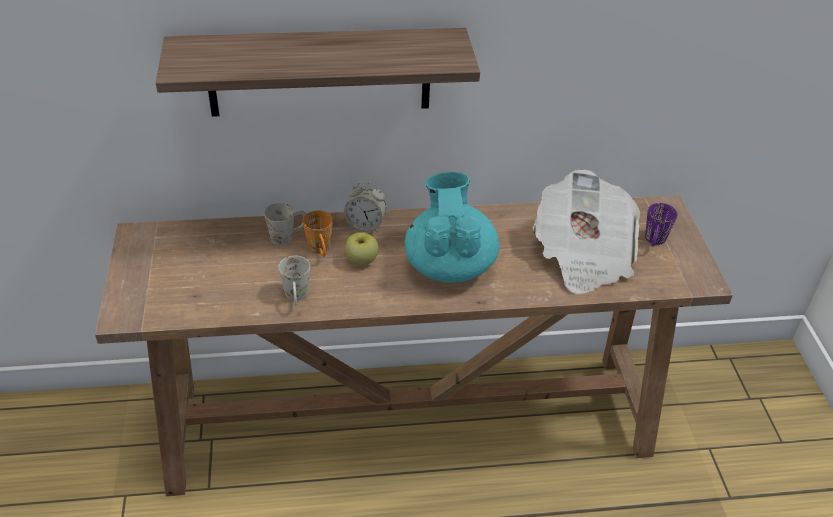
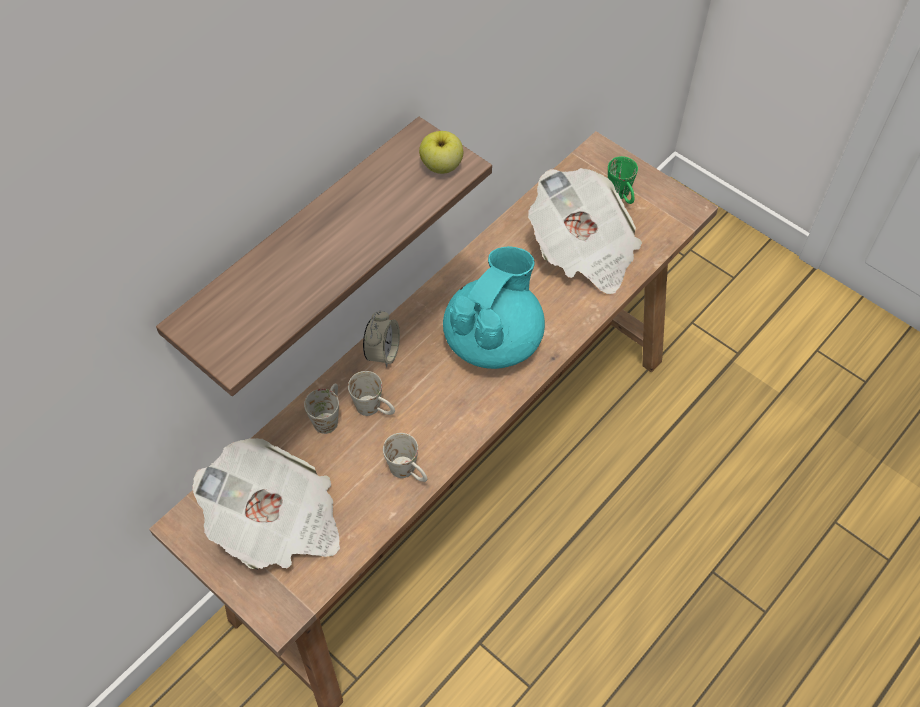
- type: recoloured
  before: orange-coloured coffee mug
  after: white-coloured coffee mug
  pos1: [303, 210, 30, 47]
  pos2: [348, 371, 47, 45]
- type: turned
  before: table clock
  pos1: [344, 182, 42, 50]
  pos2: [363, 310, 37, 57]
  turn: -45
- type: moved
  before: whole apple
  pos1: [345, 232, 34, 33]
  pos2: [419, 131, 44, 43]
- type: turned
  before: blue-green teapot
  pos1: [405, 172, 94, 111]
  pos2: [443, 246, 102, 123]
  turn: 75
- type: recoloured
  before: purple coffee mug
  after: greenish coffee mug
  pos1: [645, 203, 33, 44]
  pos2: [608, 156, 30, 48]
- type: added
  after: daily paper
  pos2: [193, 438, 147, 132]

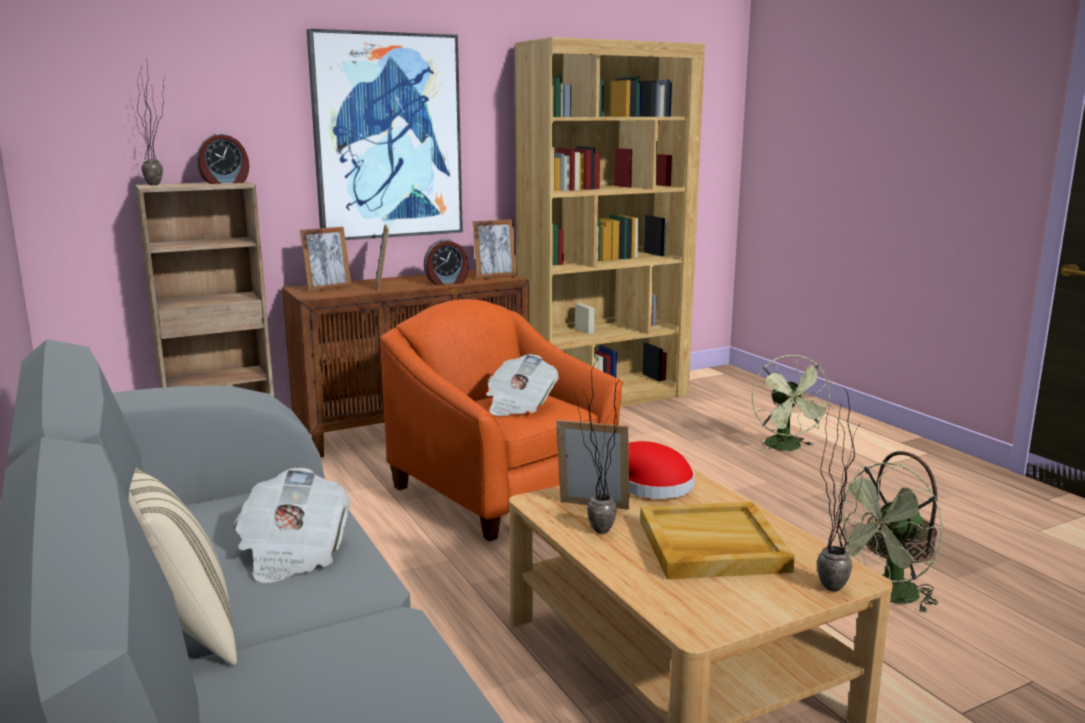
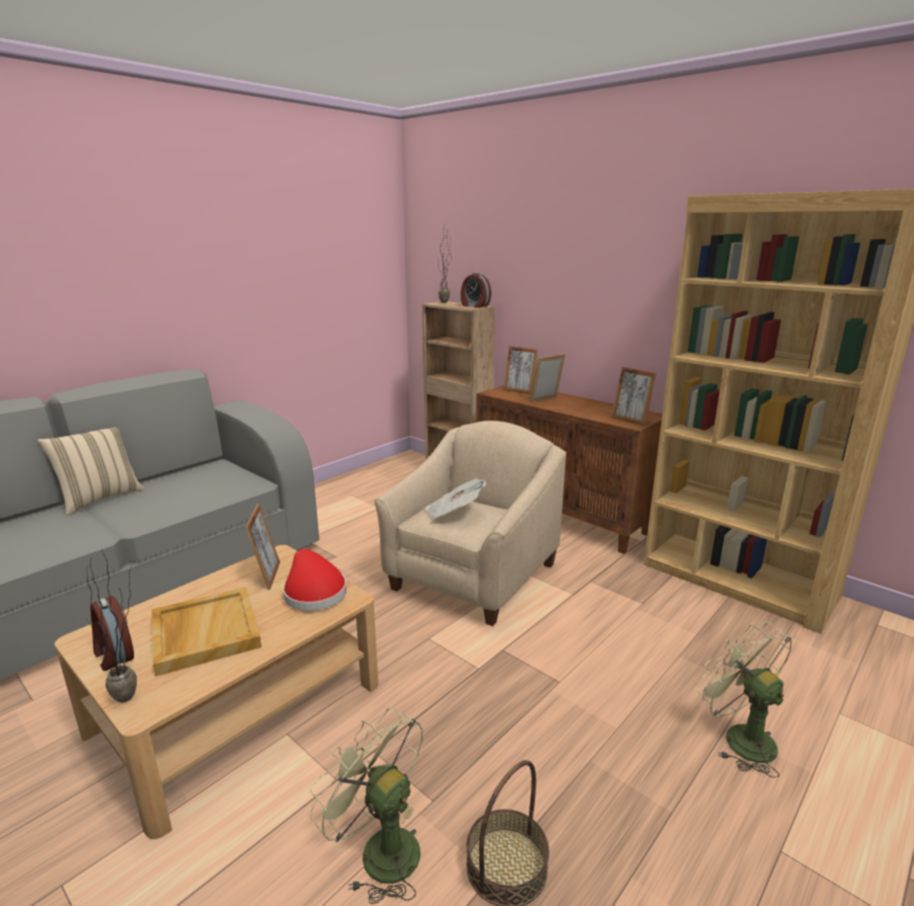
- type: removed
  before: daily paper
  pos1: [234, 468, 117, 115]
- type: removed
  before: wall picture
  pos1: [307, 29, 156, 211]
- type: recoloured
  before: orange-coloured lounge chair
  after: beige-coloured lounge chair
  pos1: [380, 299, 243, 243]
  pos2: [374, 421, 192, 205]
- type: moved
  before: table clock
  pos1: [424, 239, 45, 46]
  pos2: [90, 596, 44, 75]
- type: removed
  before: potted plant
  pos1: [574, 362, 46, 172]
- type: turned
  before: greenish fan
  pos1: [752, 355, 82, 96]
  pos2: [696, 622, 96, 156]
  turn: 90

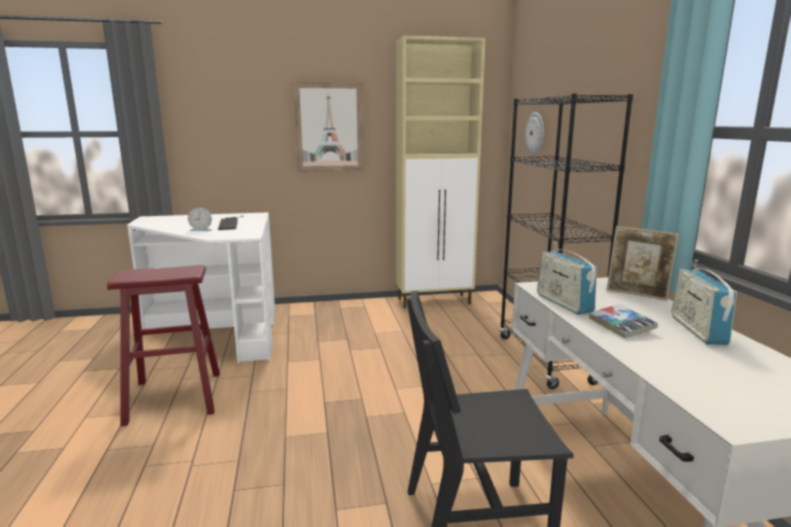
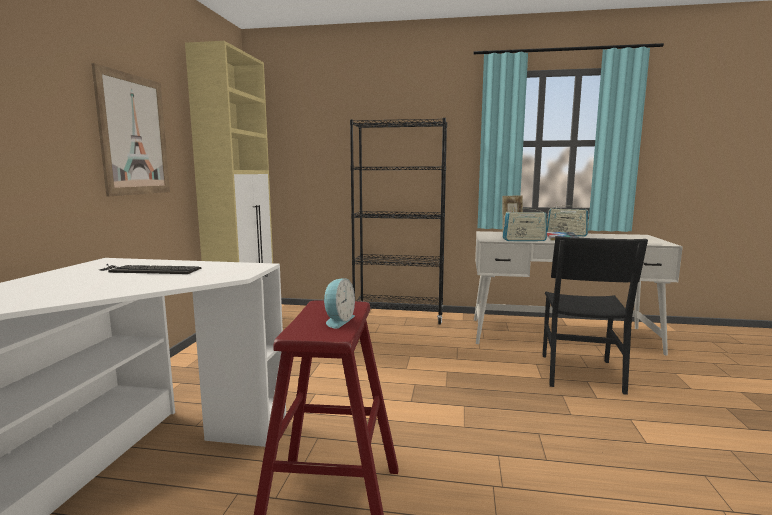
- type: moved
  before: table clock
  pos1: [188, 208, 24, 23]
  pos2: [324, 278, 31, 51]
- type: removed
  before: clock on the wall
  pos1: [525, 112, 19, 42]

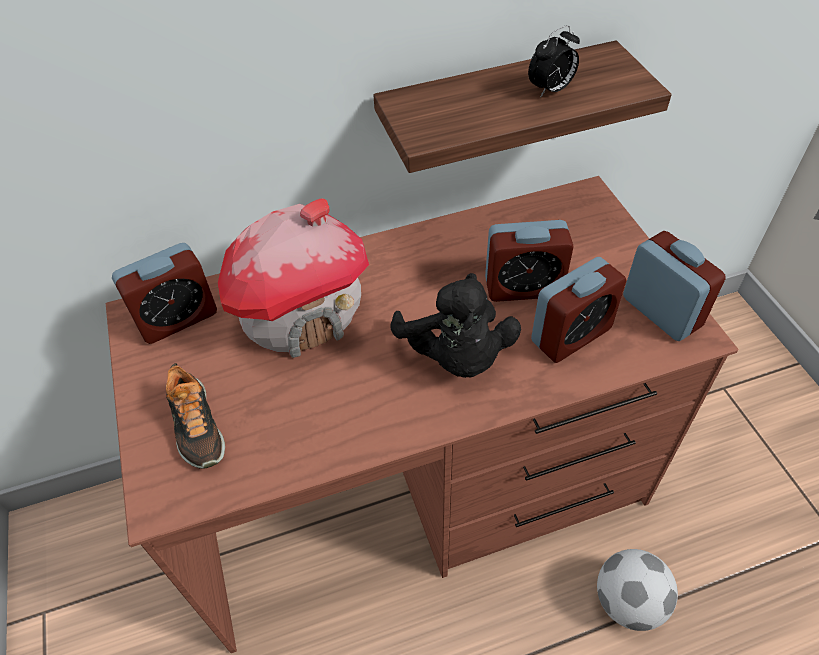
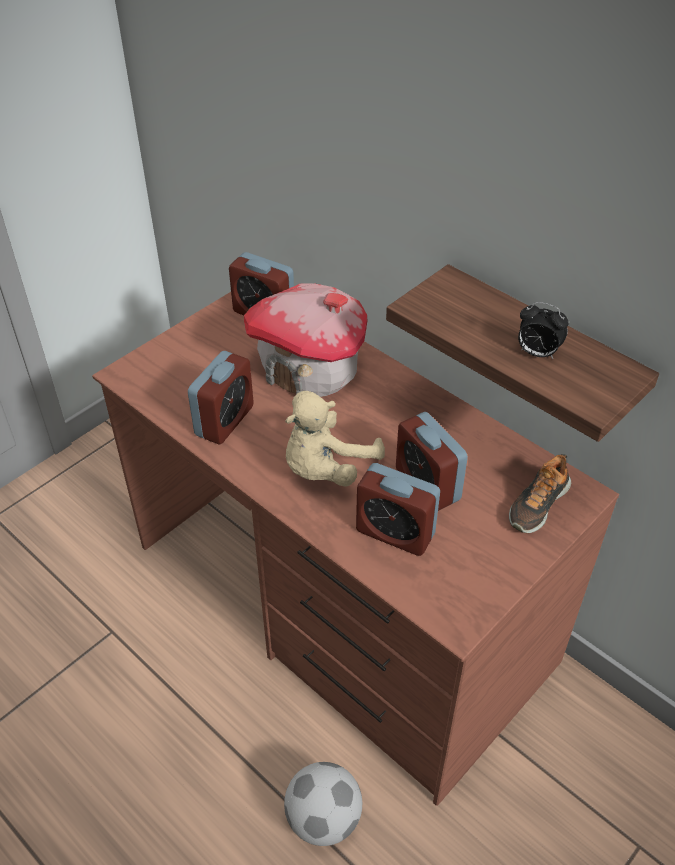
- type: moved
  before: low shoe
  pos1: [166, 363, 59, 106]
  pos2: [509, 454, 62, 79]
- type: recoloured
  before: blackish cuddly toy
  after: beige-coloured cuddly toy
  pos1: [390, 273, 131, 105]
  pos2: [285, 391, 100, 95]
- type: moved
  before: table clock
  pos1: [623, 231, 103, 110]
  pos2: [188, 351, 66, 93]

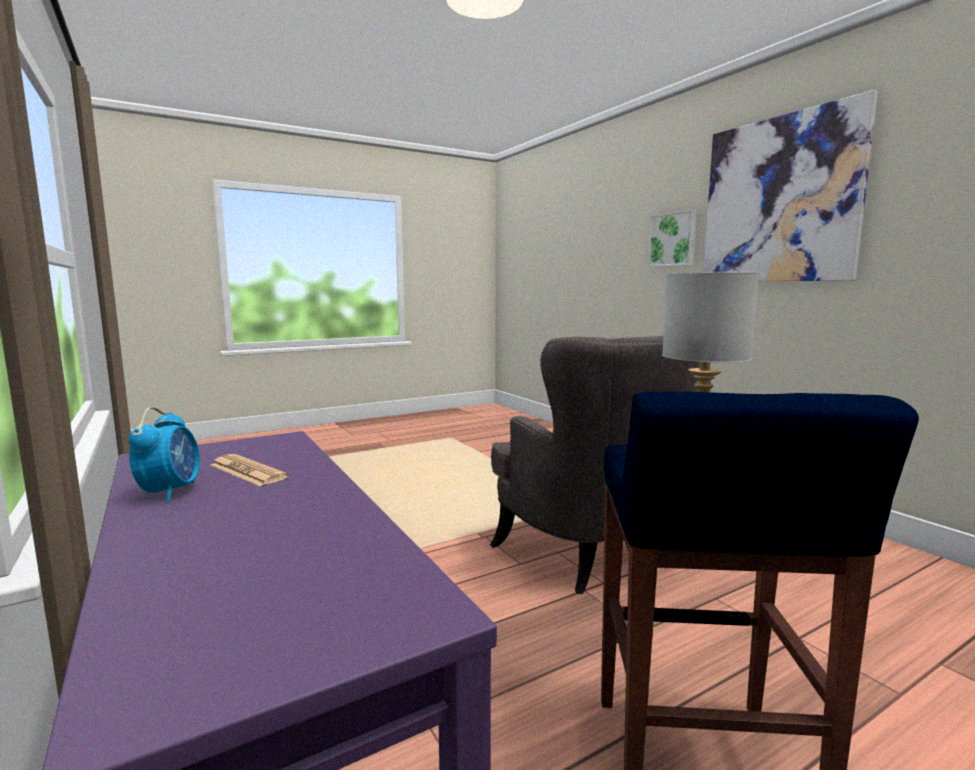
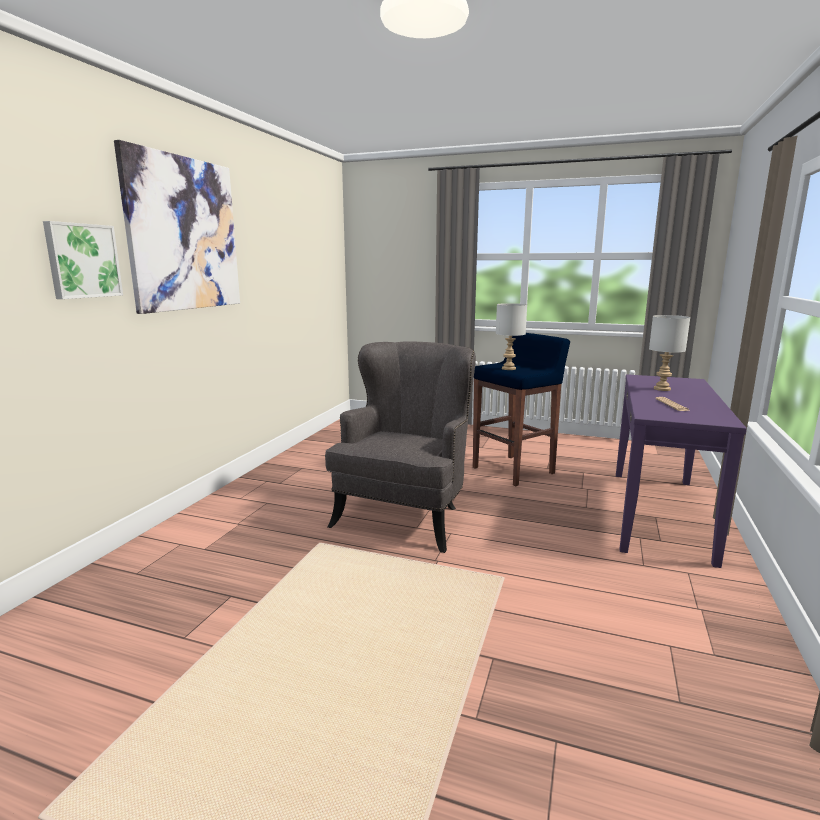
- type: removed
  before: table clock
  pos1: [129, 407, 71, 95]
- type: added
  after: grey lamp for a table
  pos2: [649, 315, 41, 76]

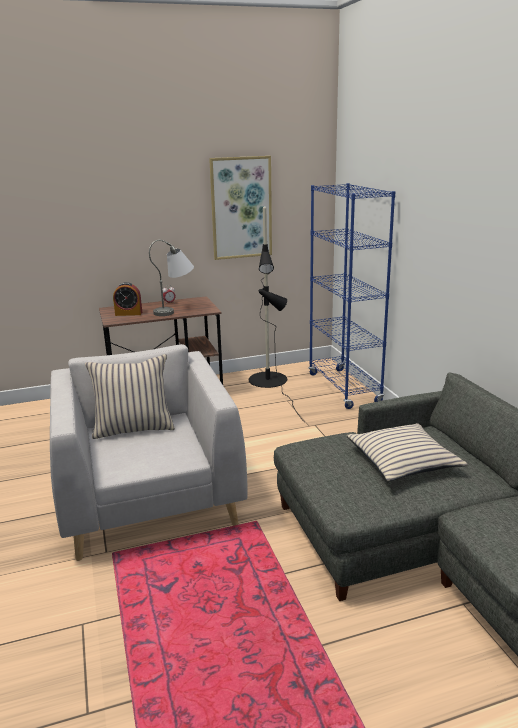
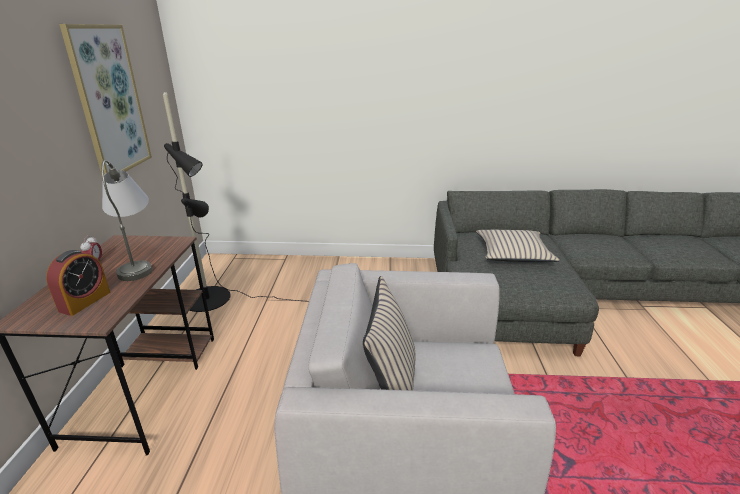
- type: removed
  before: blue-coloured shelving unit
  pos1: [309, 183, 87, 226]

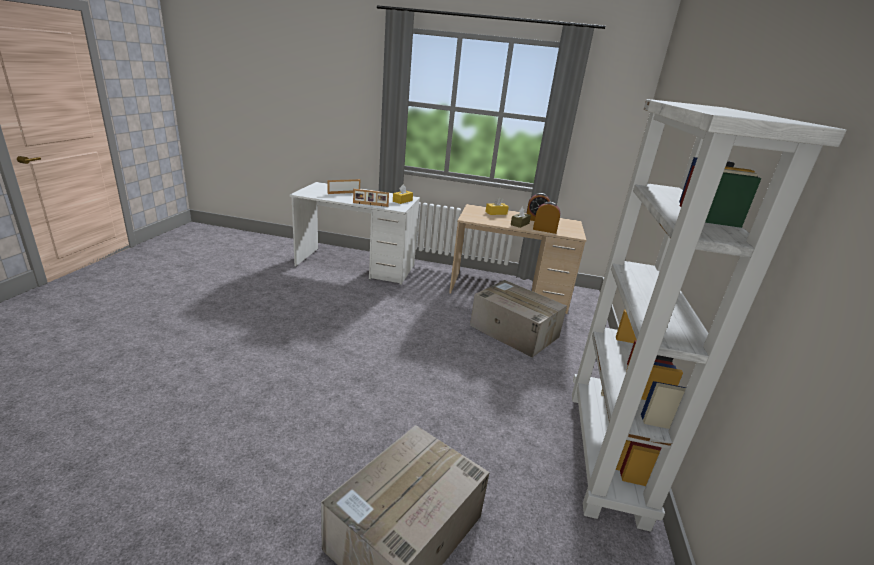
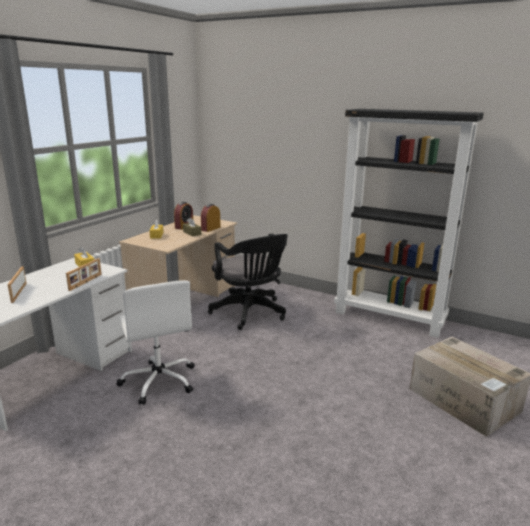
- type: replaced
  before: packing box
  after: blackish computer chair
  pos1: [470, 280, 97, 77]
  pos2: [208, 234, 80, 96]
- type: recoloured
  before: white-coloured shelving unit
  after: blackish shelving unit
  pos1: [572, 99, 275, 433]
  pos2: [334, 109, 150, 229]
- type: added
  after: white-coloured computer chair
  pos2: [116, 280, 79, 125]

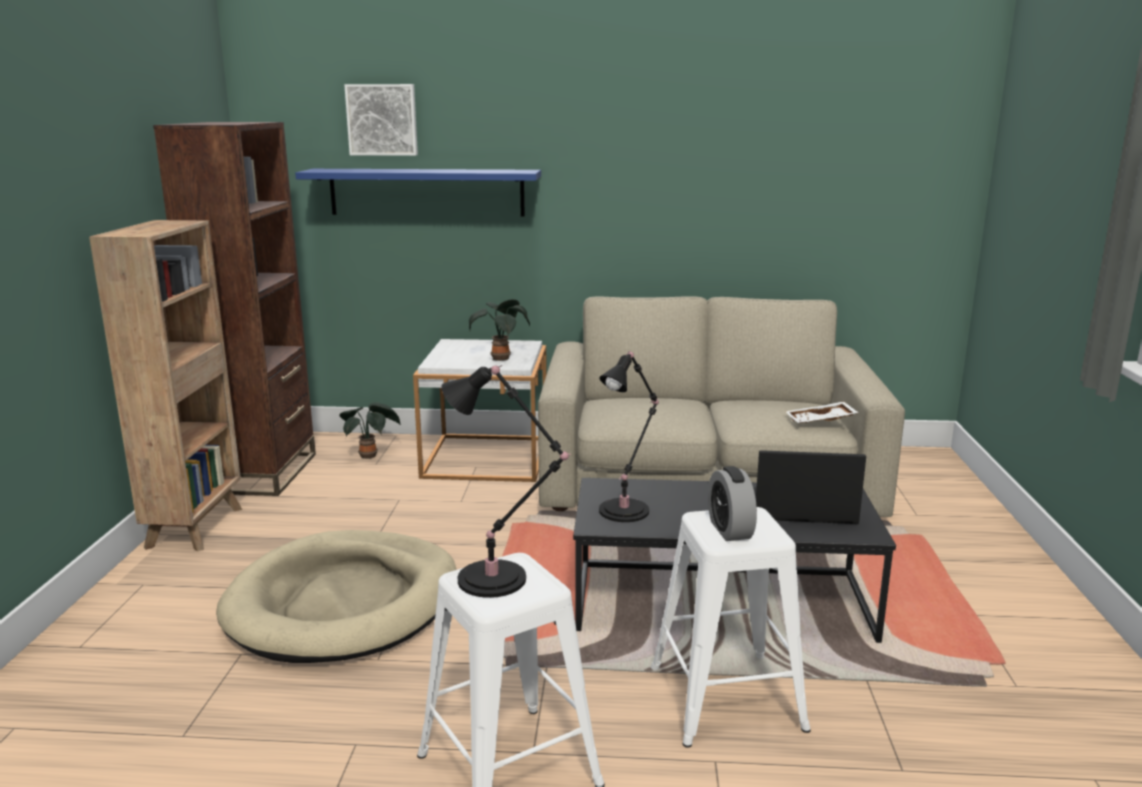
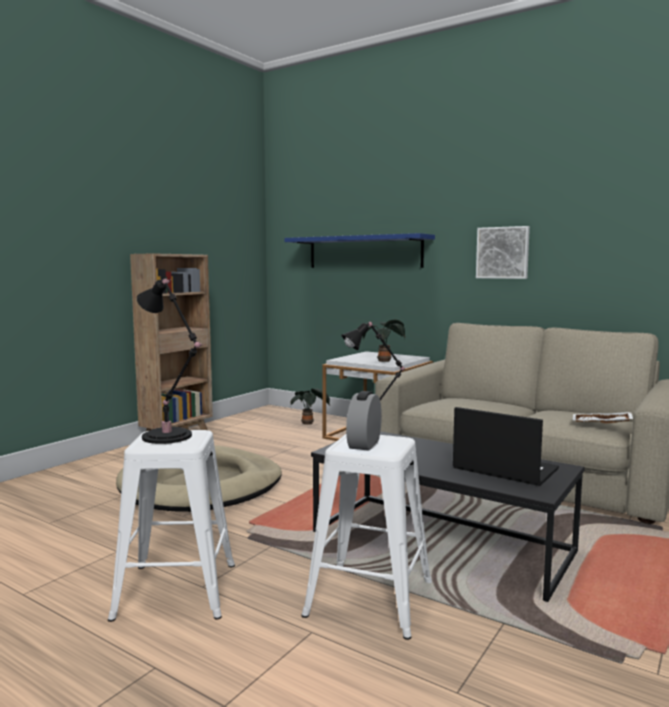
- type: removed
  before: brown-coloured shelving unit
  pos1: [153, 122, 163, 374]
- type: moved
  before: wall picture
  pos1: [344, 84, 74, 72]
  pos2: [476, 226, 54, 53]

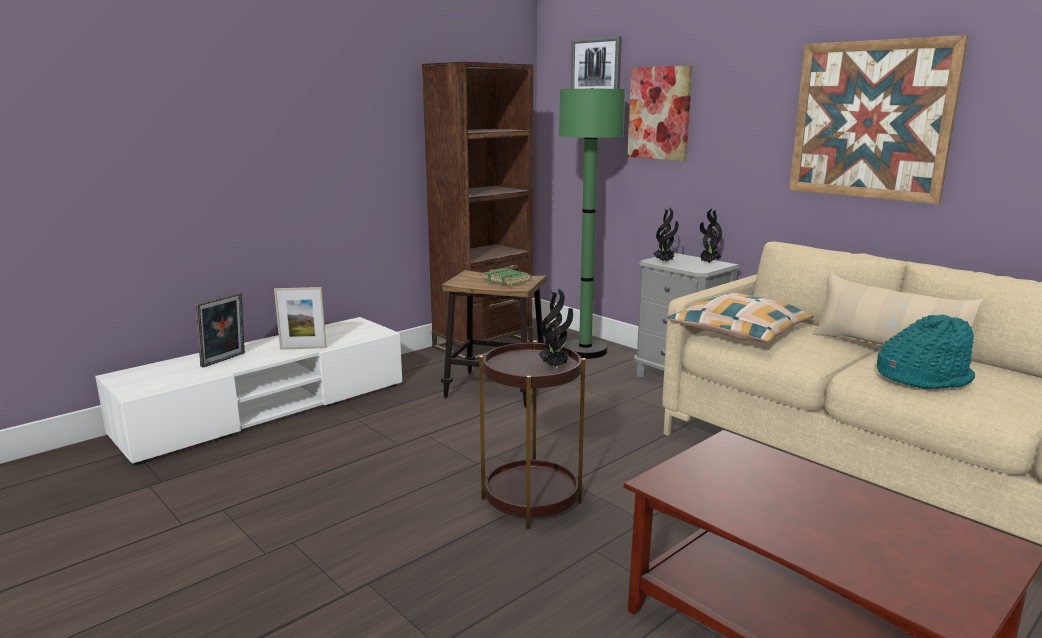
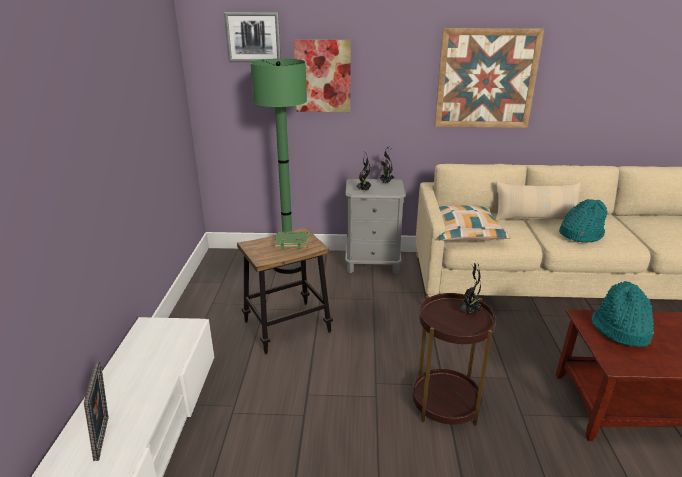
- type: removed
  before: photo frame
  pos1: [274, 287, 53, 63]
- type: removed
  before: brown-coloured shelving unit
  pos1: [422, 62, 111, 298]
- type: added
  after: blue-green wearable hat
  pos2: [592, 281, 62, 66]

